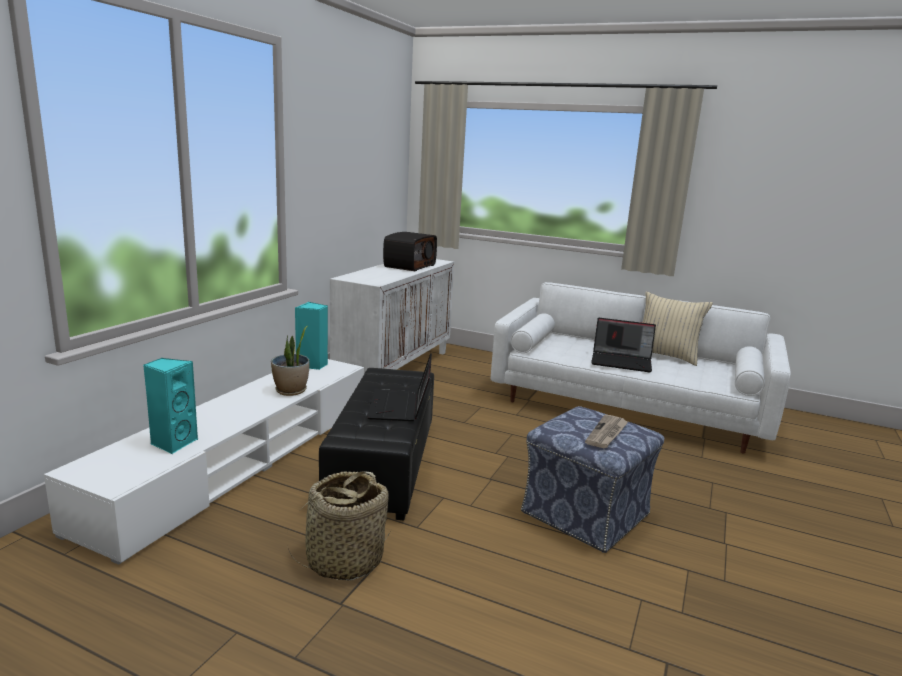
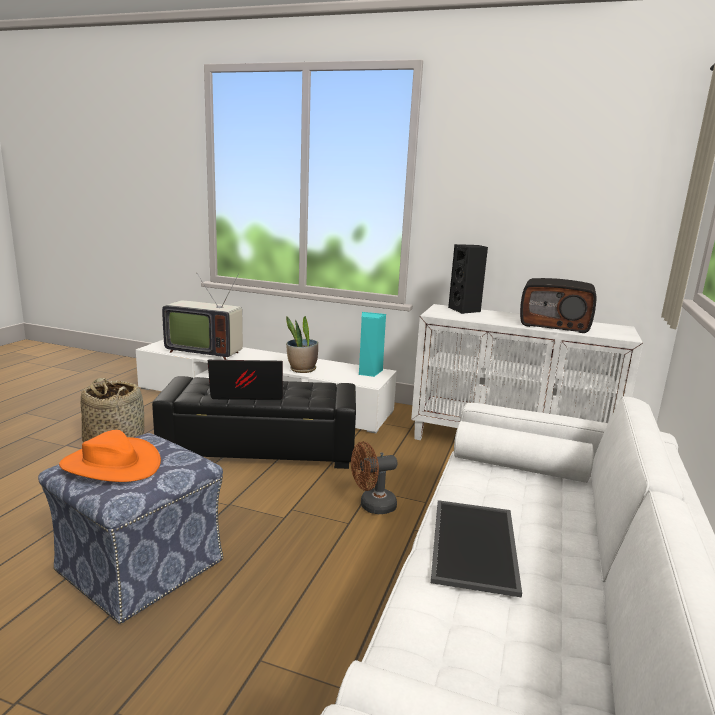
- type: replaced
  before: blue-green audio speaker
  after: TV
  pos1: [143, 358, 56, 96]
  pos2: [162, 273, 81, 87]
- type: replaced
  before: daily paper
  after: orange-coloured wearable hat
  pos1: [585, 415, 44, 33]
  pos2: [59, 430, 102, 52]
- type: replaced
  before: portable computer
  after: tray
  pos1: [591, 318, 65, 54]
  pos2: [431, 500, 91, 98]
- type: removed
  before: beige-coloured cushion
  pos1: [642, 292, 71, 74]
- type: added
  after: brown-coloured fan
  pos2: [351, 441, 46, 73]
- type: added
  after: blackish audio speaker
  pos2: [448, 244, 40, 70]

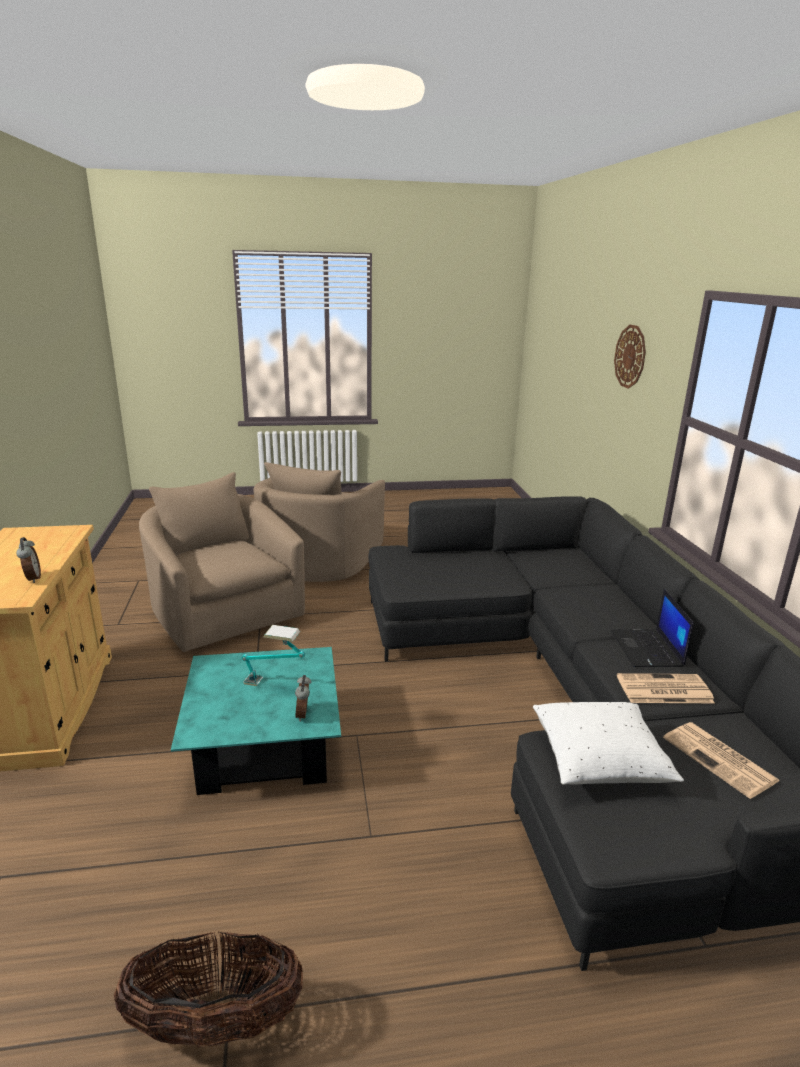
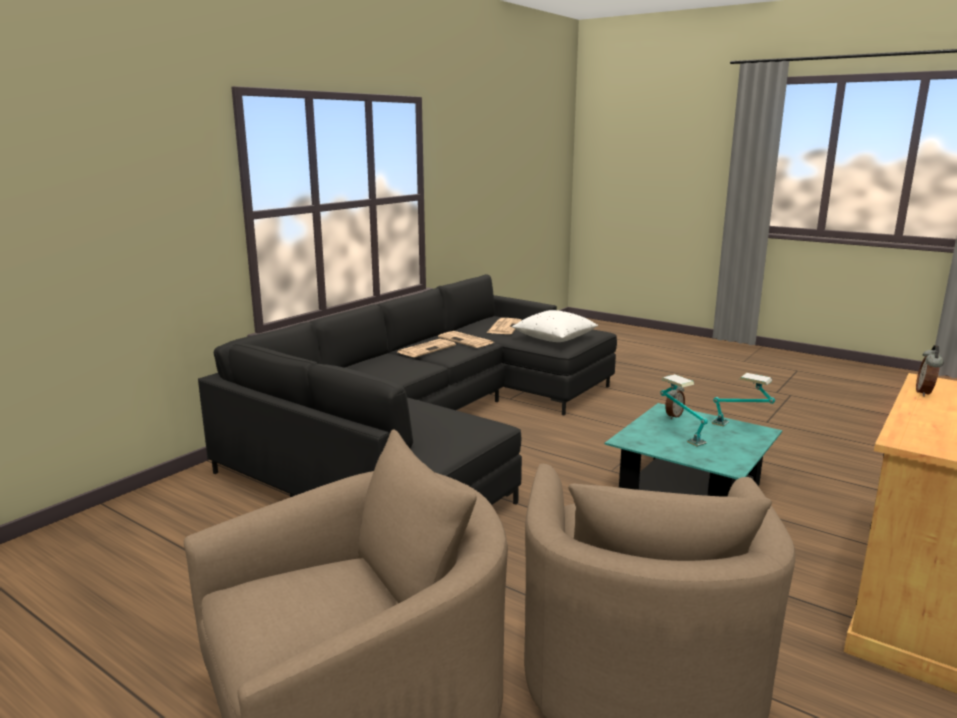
- type: removed
  before: basket
  pos1: [114, 932, 189, 116]
- type: replaced
  before: portable computer
  after: daily paper
  pos1: [611, 589, 83, 78]
  pos2: [398, 339, 58, 18]
- type: removed
  before: clock on the wall
  pos1: [614, 325, 32, 63]
- type: added
  after: lamp for a table
  pos2: [711, 373, 64, 54]

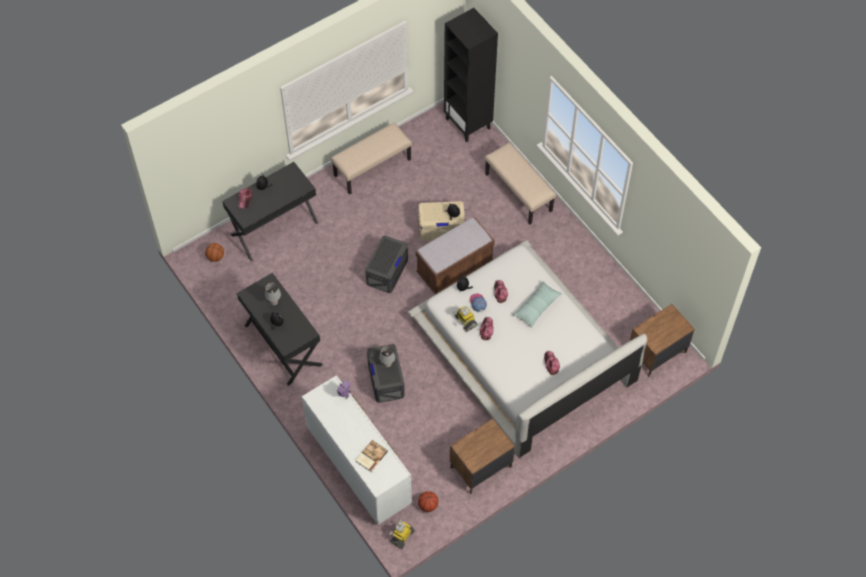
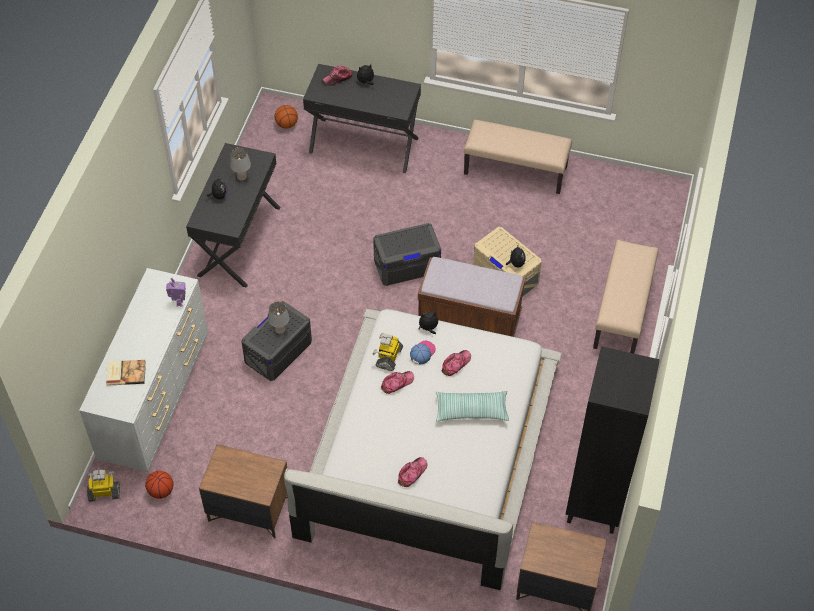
- type: moved
  before: blackish shelving unit
  pos1: [444, 8, 54, 134]
  pos2: [565, 346, 95, 188]

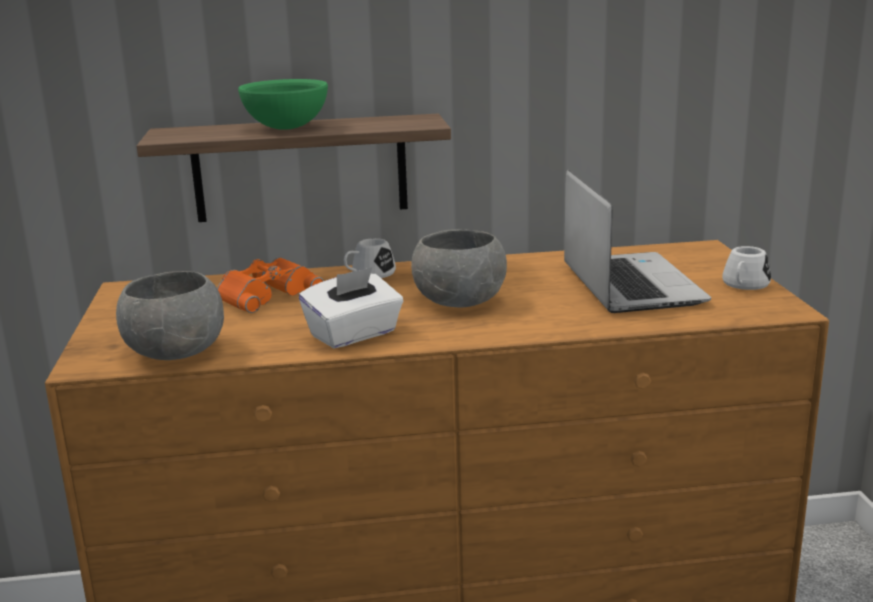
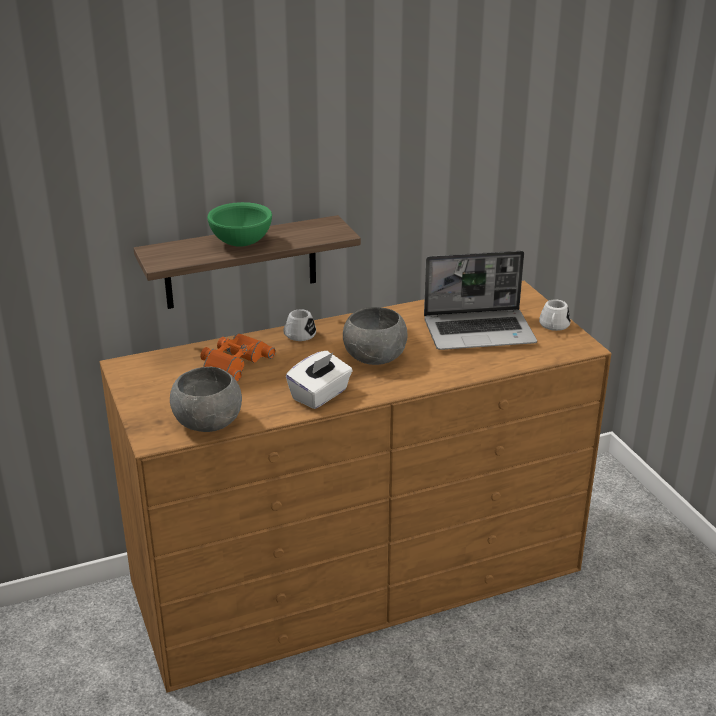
- type: turned
  before: portable computer
  pos1: [564, 170, 147, 143]
  pos2: [424, 251, 113, 99]
  turn: 105

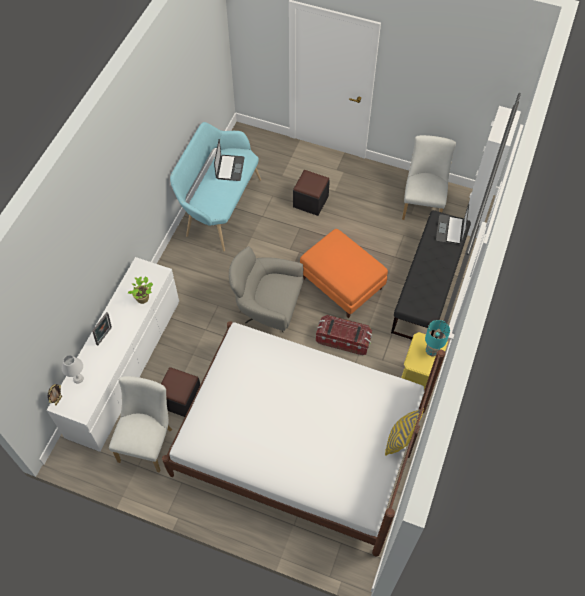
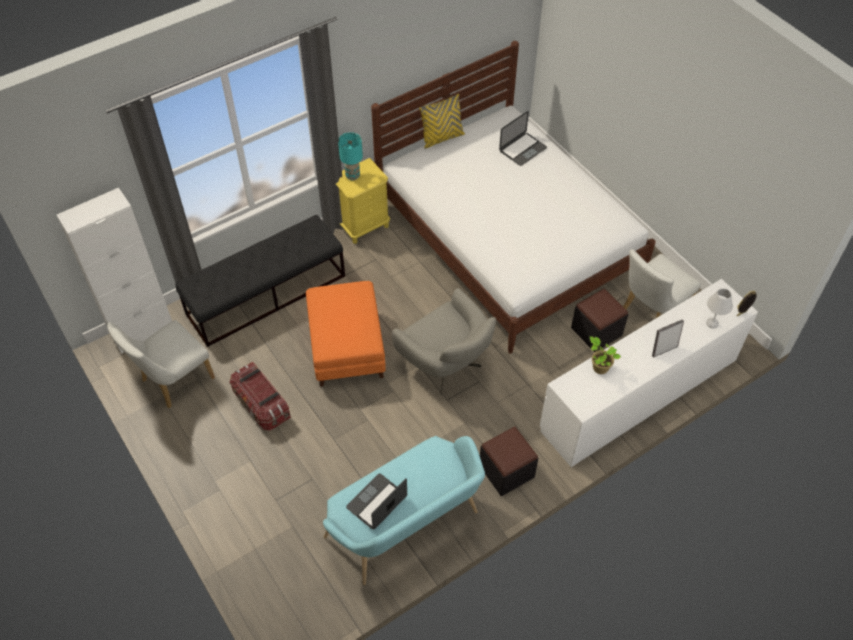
- type: moved
  before: blackish pouffe
  pos1: [293, 170, 37, 46]
  pos2: [480, 426, 58, 70]
- type: moved
  before: storage box
  pos1: [316, 315, 56, 41]
  pos2: [230, 362, 61, 69]
- type: moved
  before: portable computer
  pos1: [436, 204, 33, 41]
  pos2: [499, 111, 48, 55]

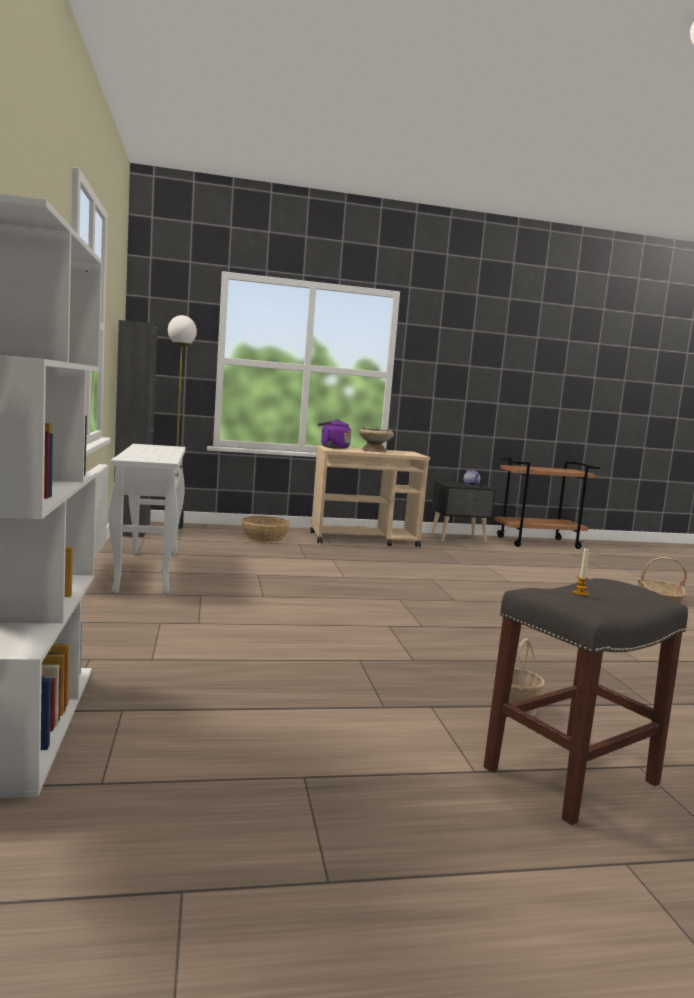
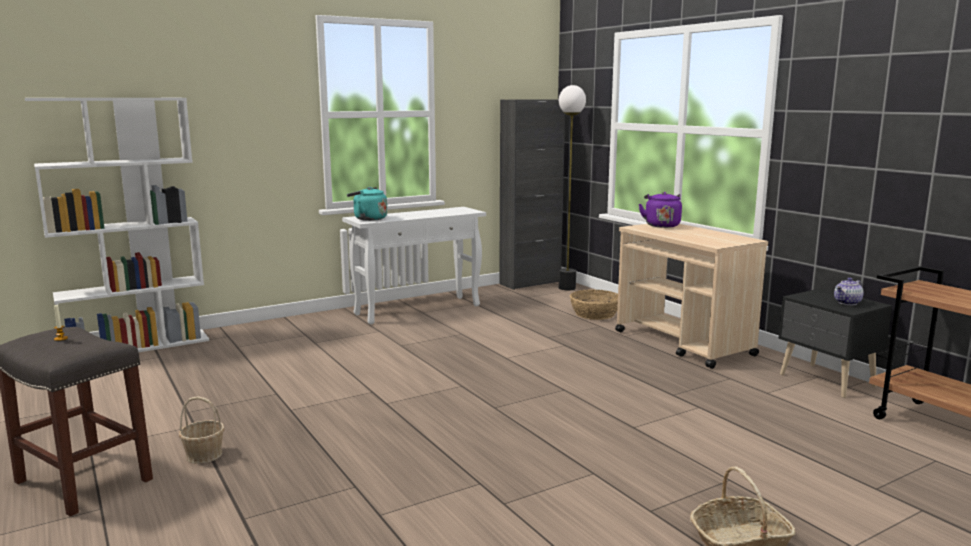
- type: removed
  before: beige-coloured serving bowl
  pos1: [359, 427, 35, 25]
- type: added
  after: blue-green water kettle
  pos2: [347, 187, 40, 34]

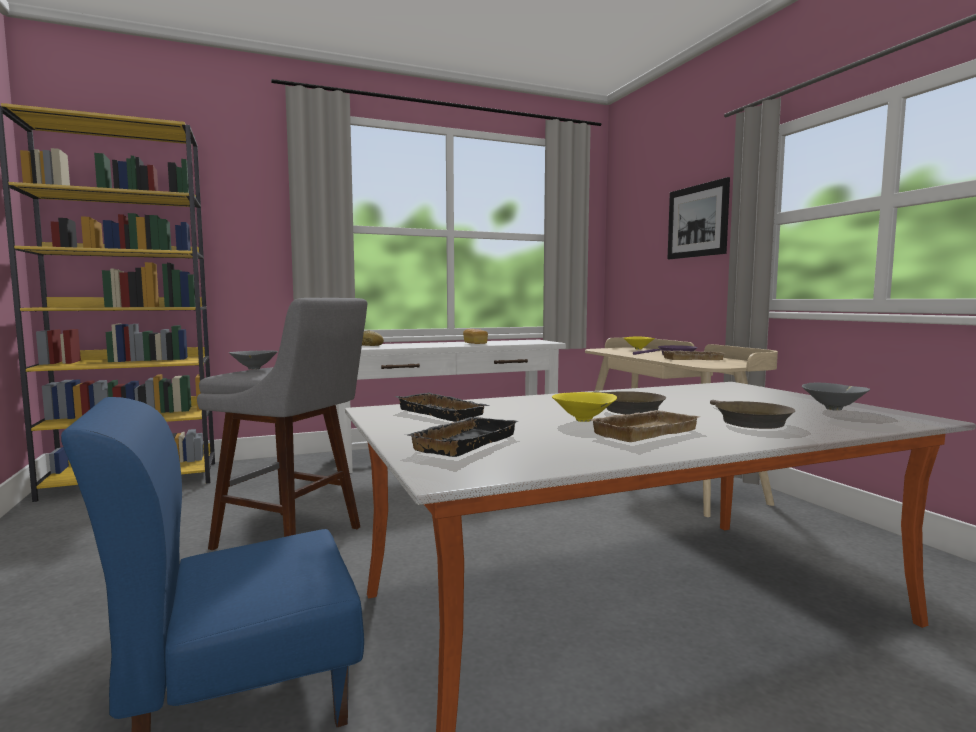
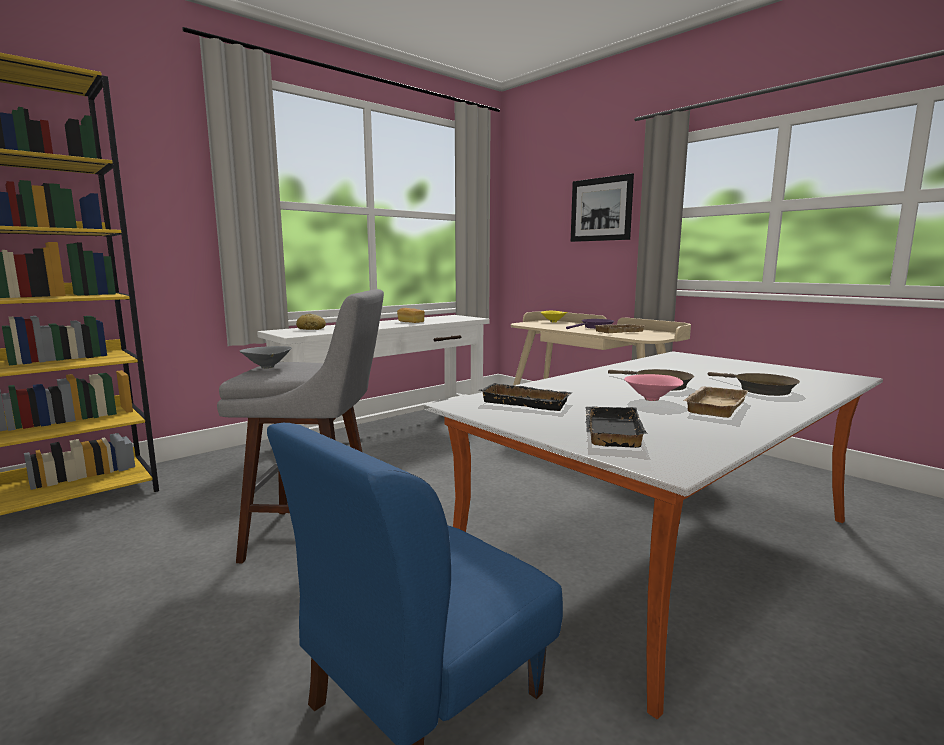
- type: recoloured
  before: yellowish serving bowl
  after: pink serving bowl
  pos1: [552, 392, 65, 30]
  pos2: [624, 374, 60, 27]
- type: removed
  before: grey serving bowl
  pos1: [802, 383, 68, 28]

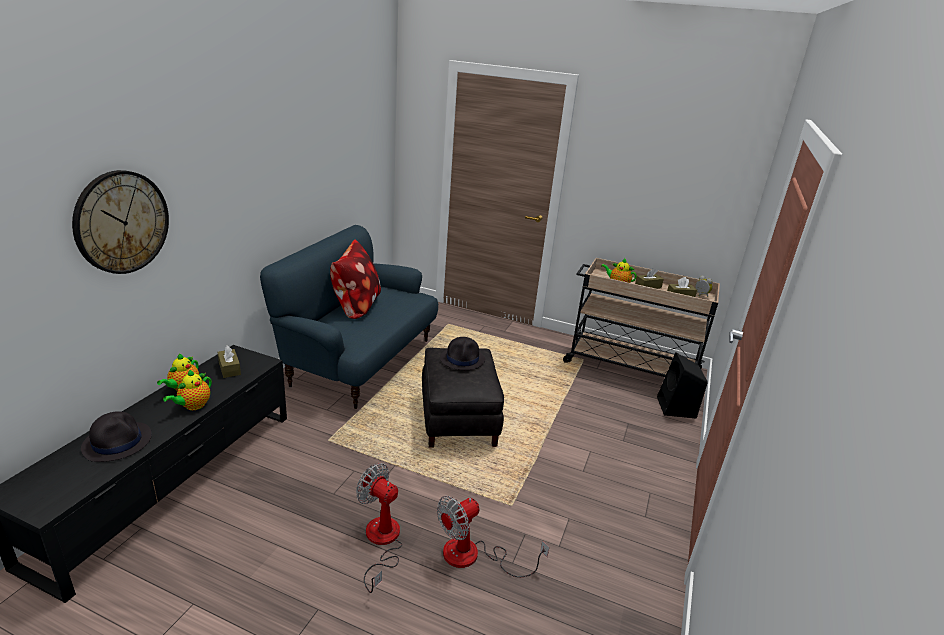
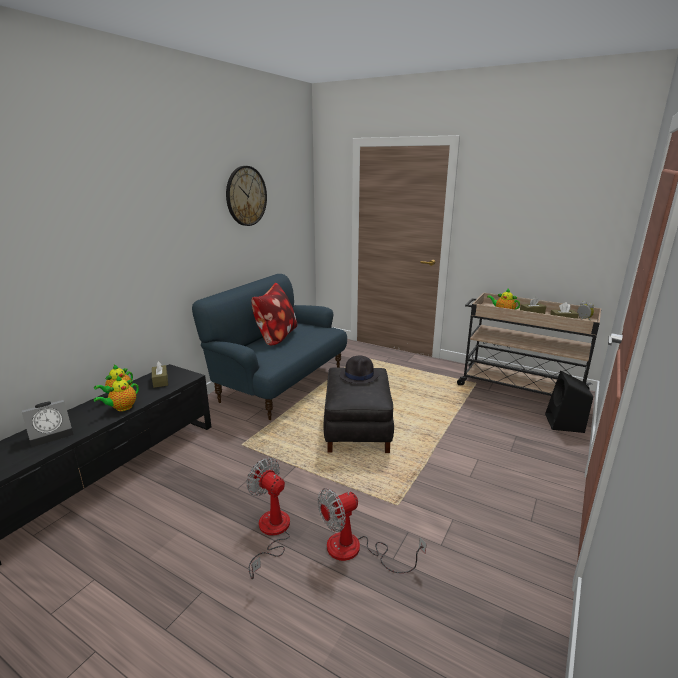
- type: moved
  before: clock on the wall
  pos1: [72, 170, 97, 104]
  pos2: [226, 166, 41, 60]
- type: replaced
  before: blackish wearable hat
  after: table clock
  pos1: [81, 411, 71, 51]
  pos2: [22, 400, 52, 47]

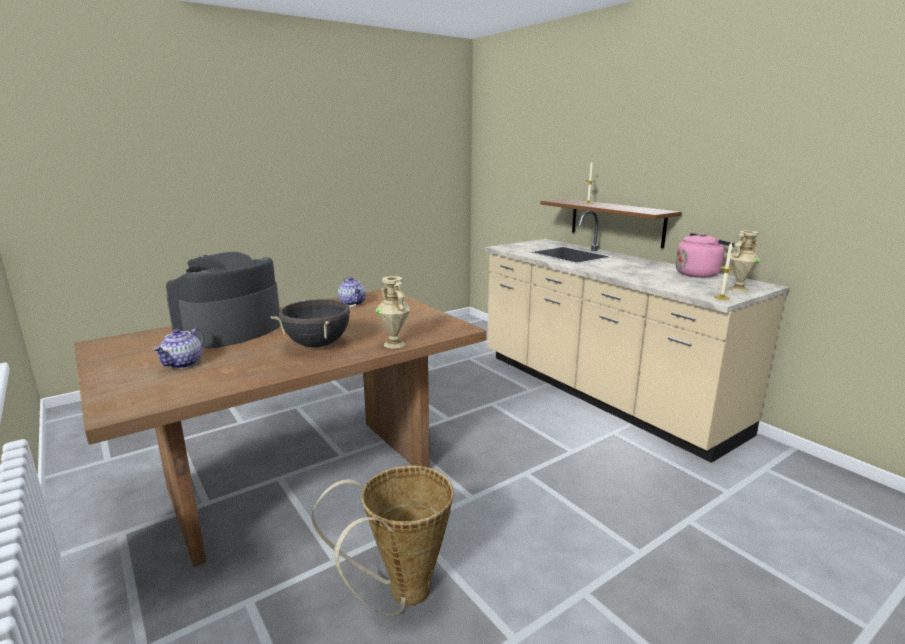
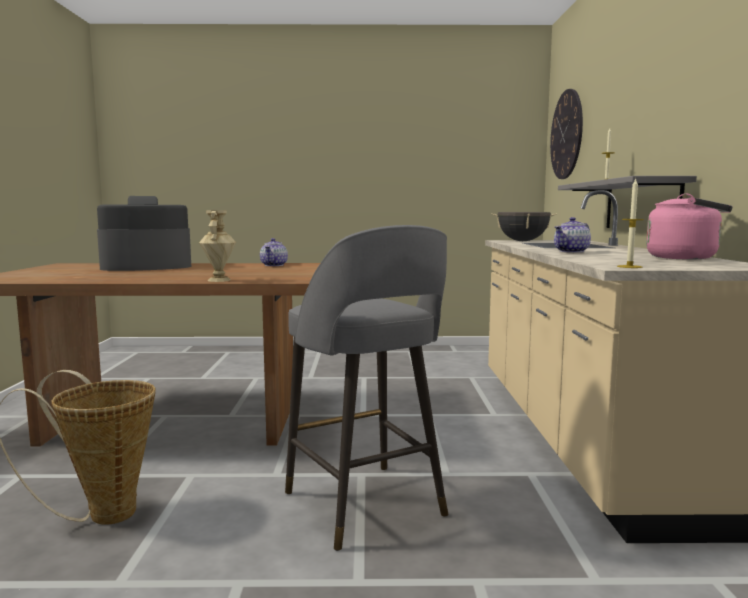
- type: moved
  before: teapot
  pos1: [153, 328, 51, 41]
  pos2: [554, 217, 37, 36]
- type: moved
  before: blackish saucepot
  pos1: [271, 299, 85, 49]
  pos2: [491, 212, 66, 29]
- type: recoloured
  before: brown-coloured bracket shelf
  after: grey bracket shelf
  pos1: [540, 199, 142, 49]
  pos2: [558, 176, 139, 52]
- type: removed
  before: beige-coloured decorative vase
  pos1: [728, 231, 33, 61]
- type: added
  after: grey sitting stool
  pos2: [285, 225, 163, 326]
- type: added
  after: clock on the wall
  pos2: [550, 89, 33, 90]

